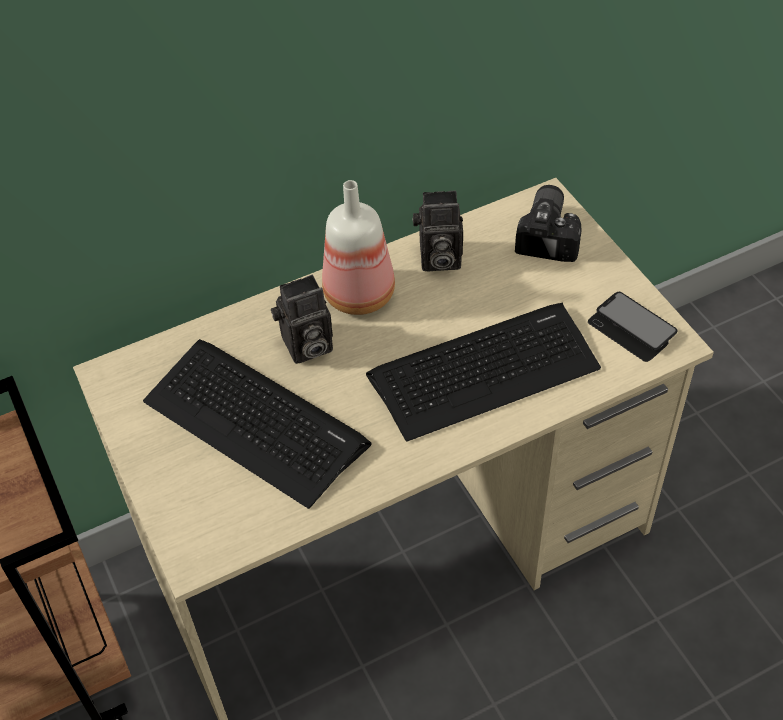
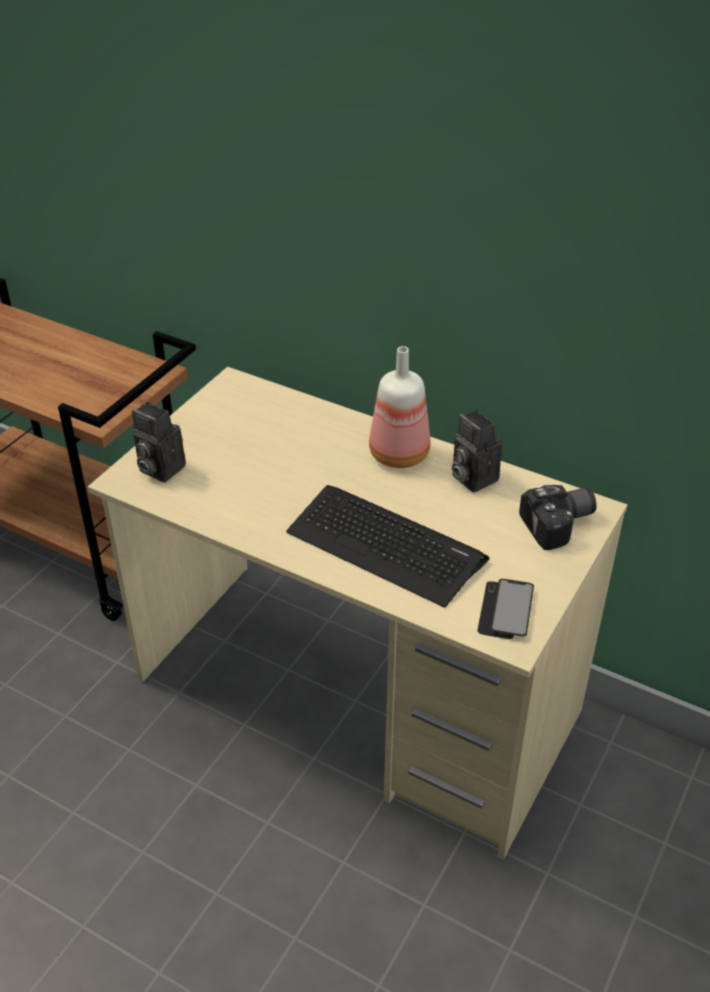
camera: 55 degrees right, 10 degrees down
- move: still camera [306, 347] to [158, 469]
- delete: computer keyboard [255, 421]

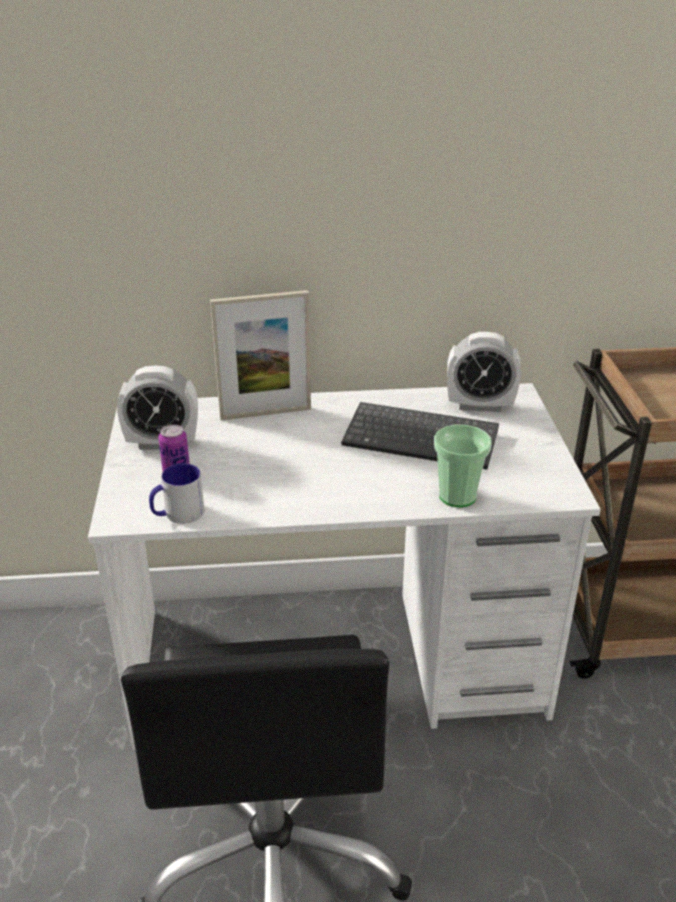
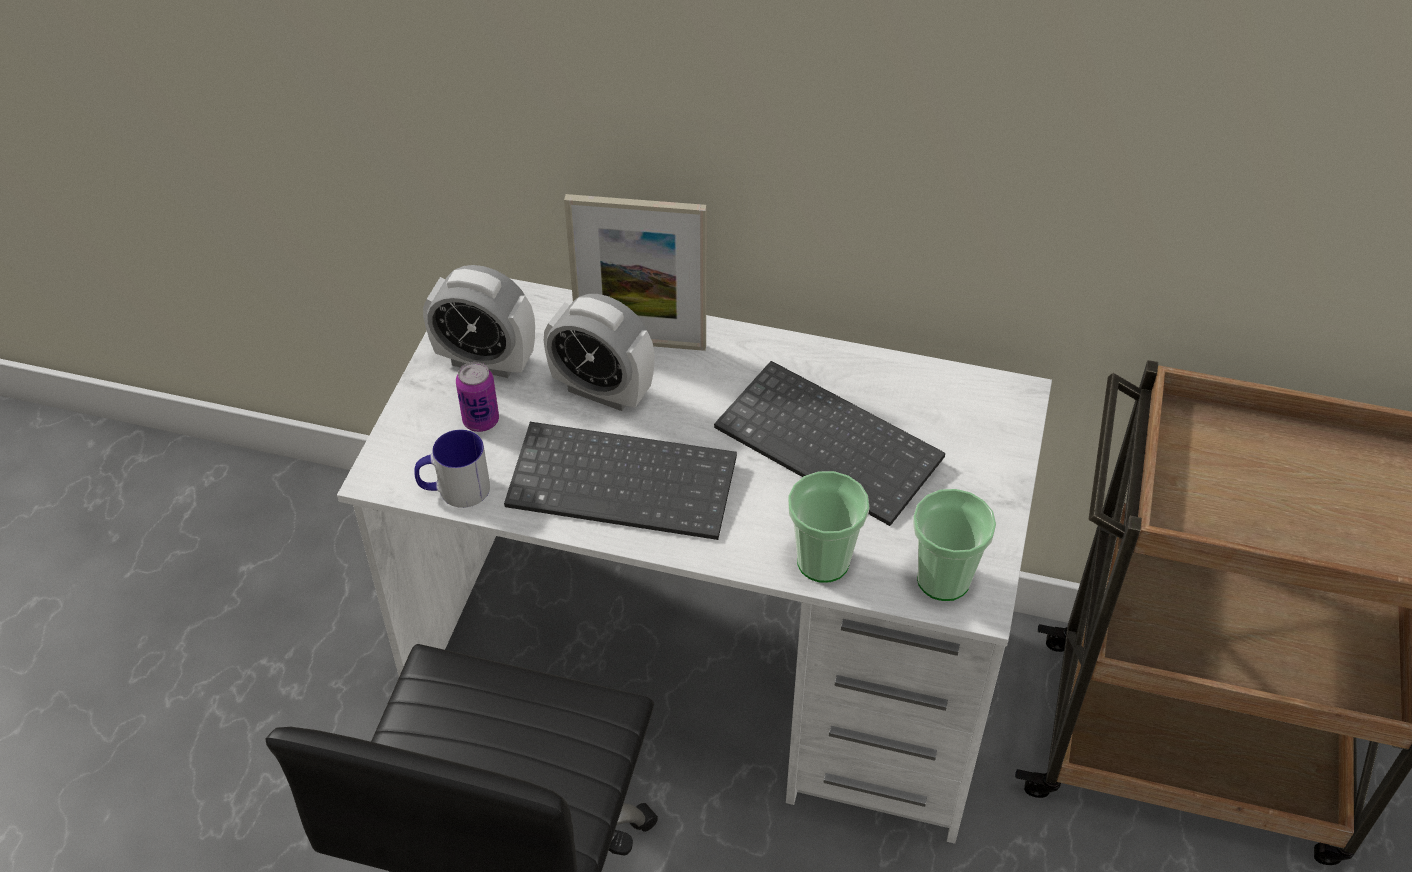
camera: 20 degrees right, 15 degrees up
- insert: computer keyboard [626, 481]
- move: bedside clock [480, 405] to [602, 391]
- insert: drinking cup [943, 579]

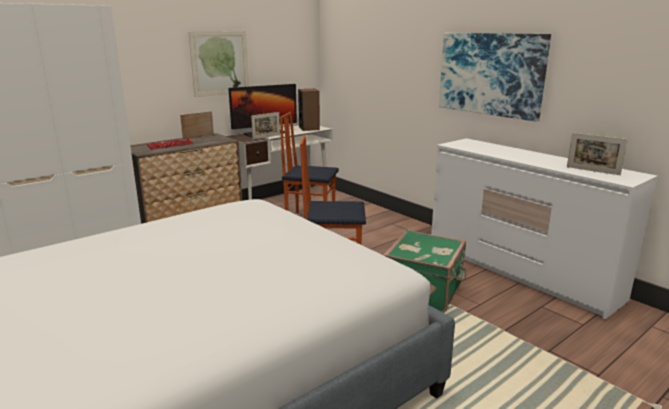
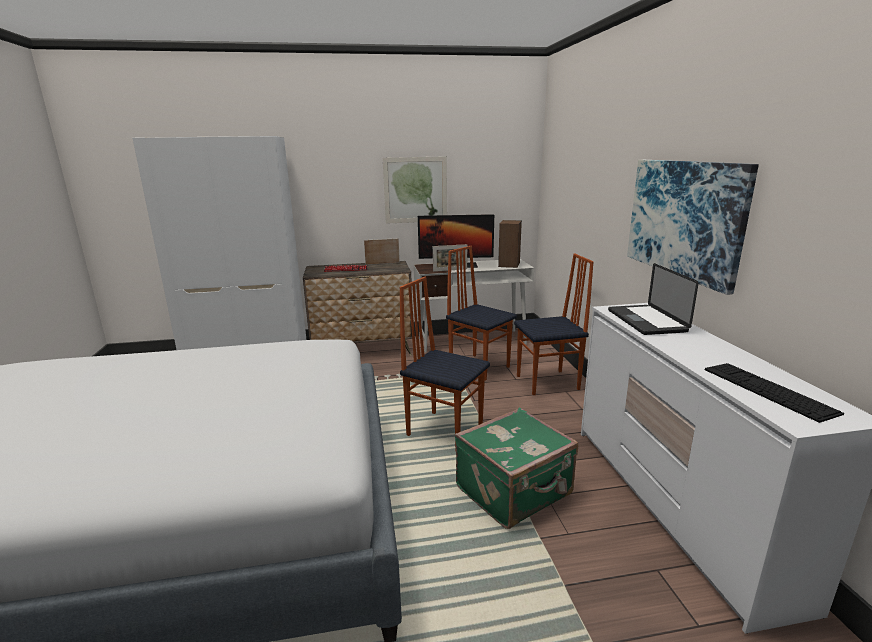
camera: 30 degrees right, 0 degrees up
- insert: upright chair [548, 383]
- insert: portable computer [646, 321]
- replace: picture frame [592, 171] to computer keyboard [767, 390]

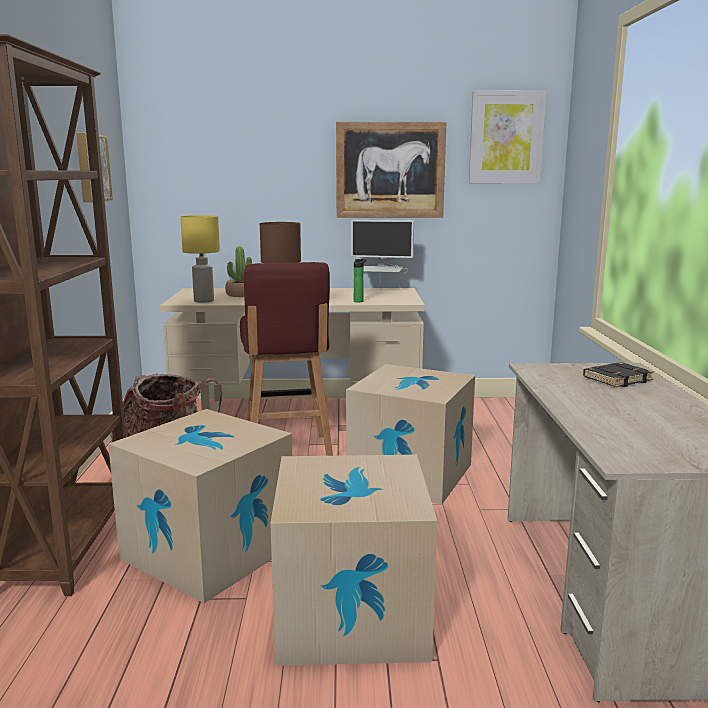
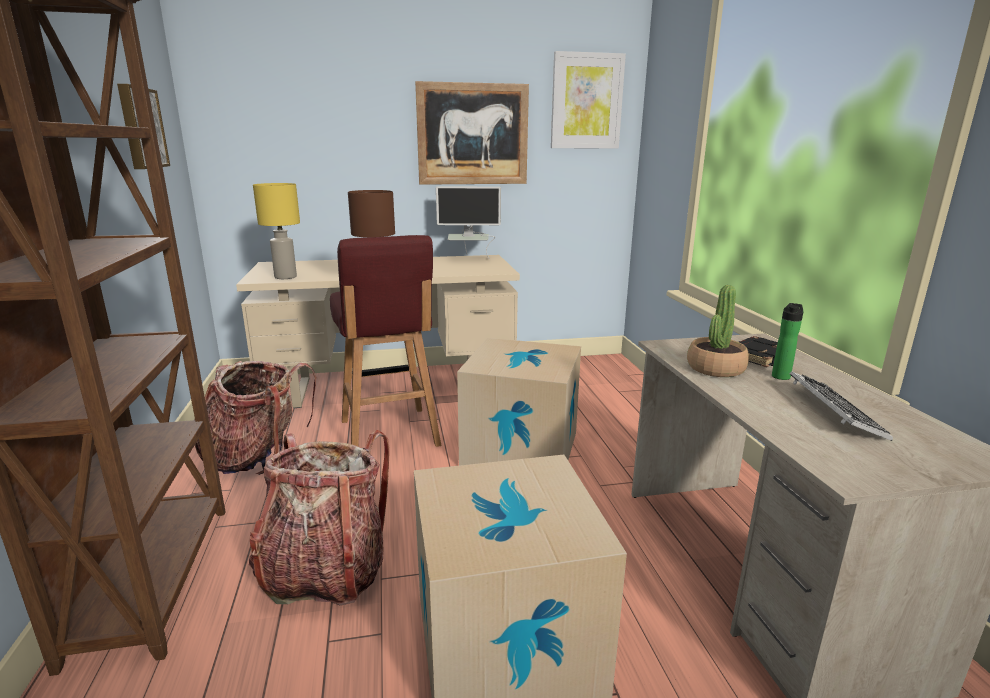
camera: 10 degrees left, 5 degrees up
- replace: packing box [208, 551] to rucksack [326, 571]
- move: potted plant [241, 295] to [715, 368]
- move: bottle [359, 301] to [781, 376]
- insert: computer keyboard [833, 411]

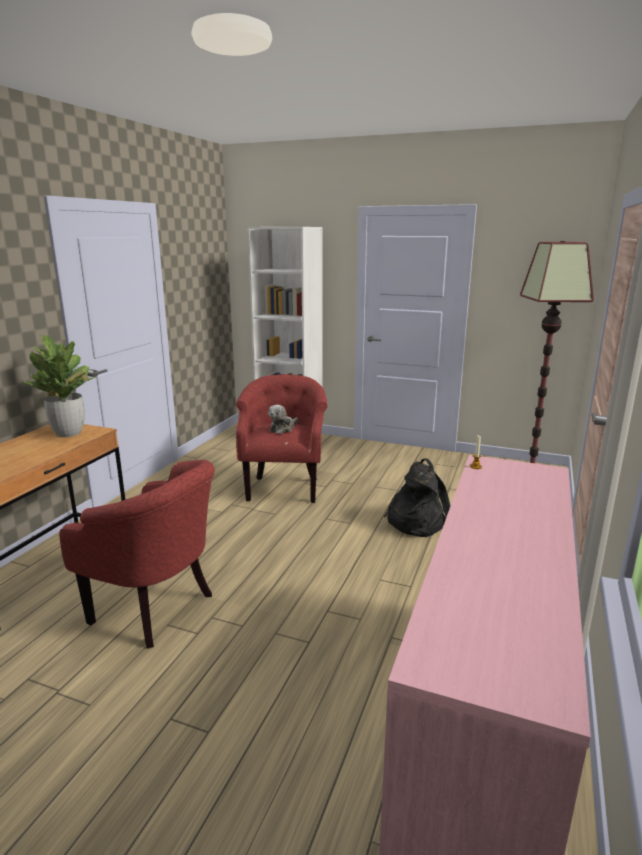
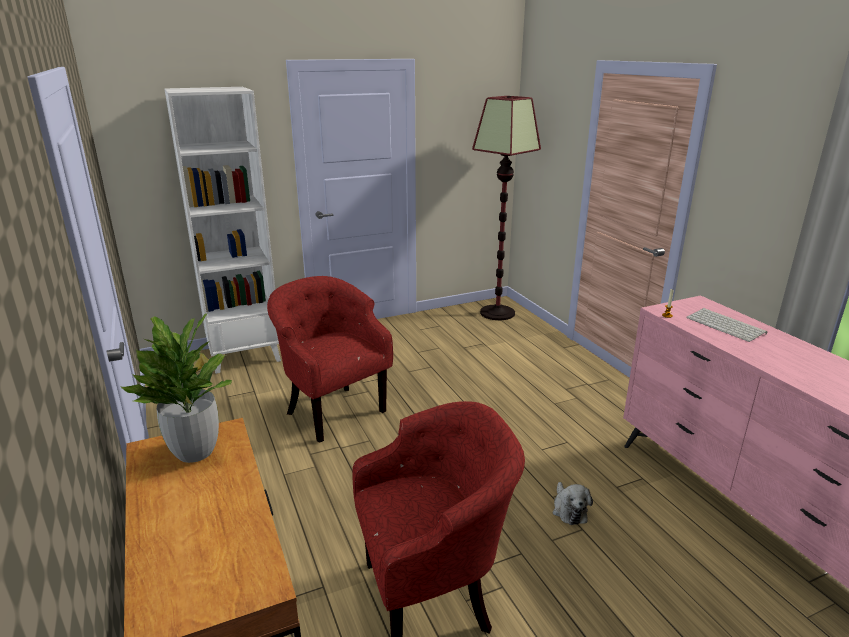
camera: 45 degrees left, 5 degrees up
- move: plush toy [283, 428] to [569, 510]
- insert: computer keyboard [726, 325]
- delete: blackish rucksack [417, 521]

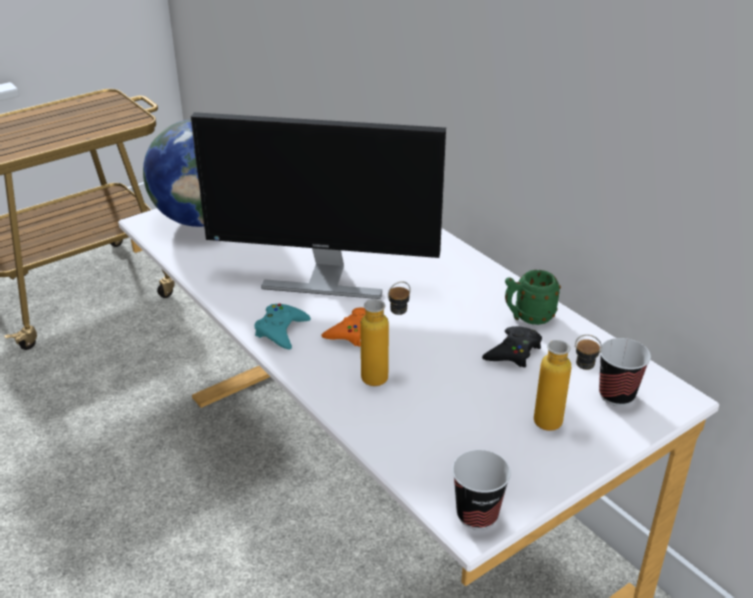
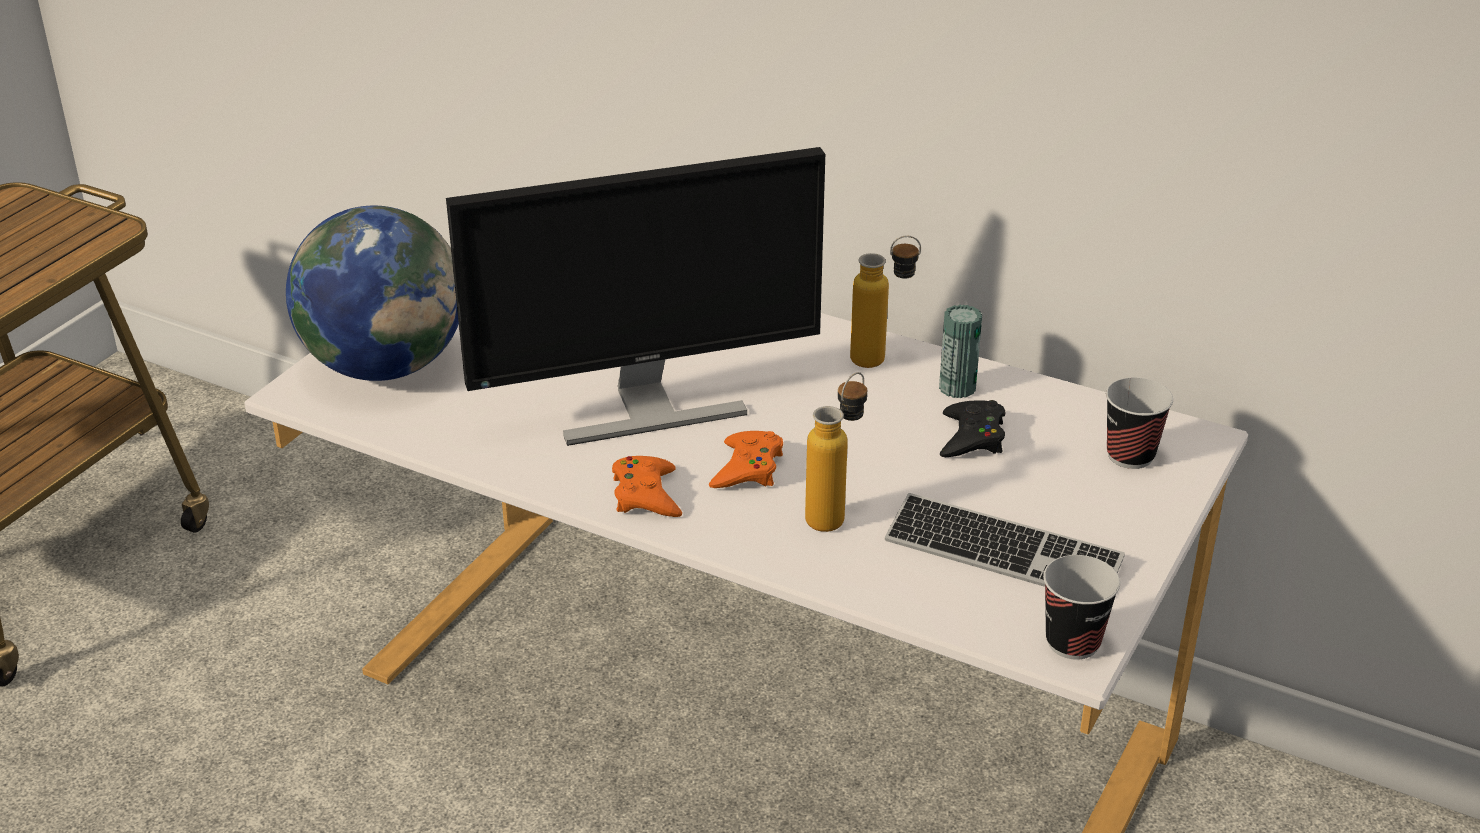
camera: 25 degrees left, 0 degrees up
- recolor: turquoise joypad [281, 330] to orangey joypad [646, 495]
- move: bottle [560, 425] to [882, 359]
- insert: computer keyboard [1002, 553]
- replace: green coffee mug [528, 317] to can [957, 388]

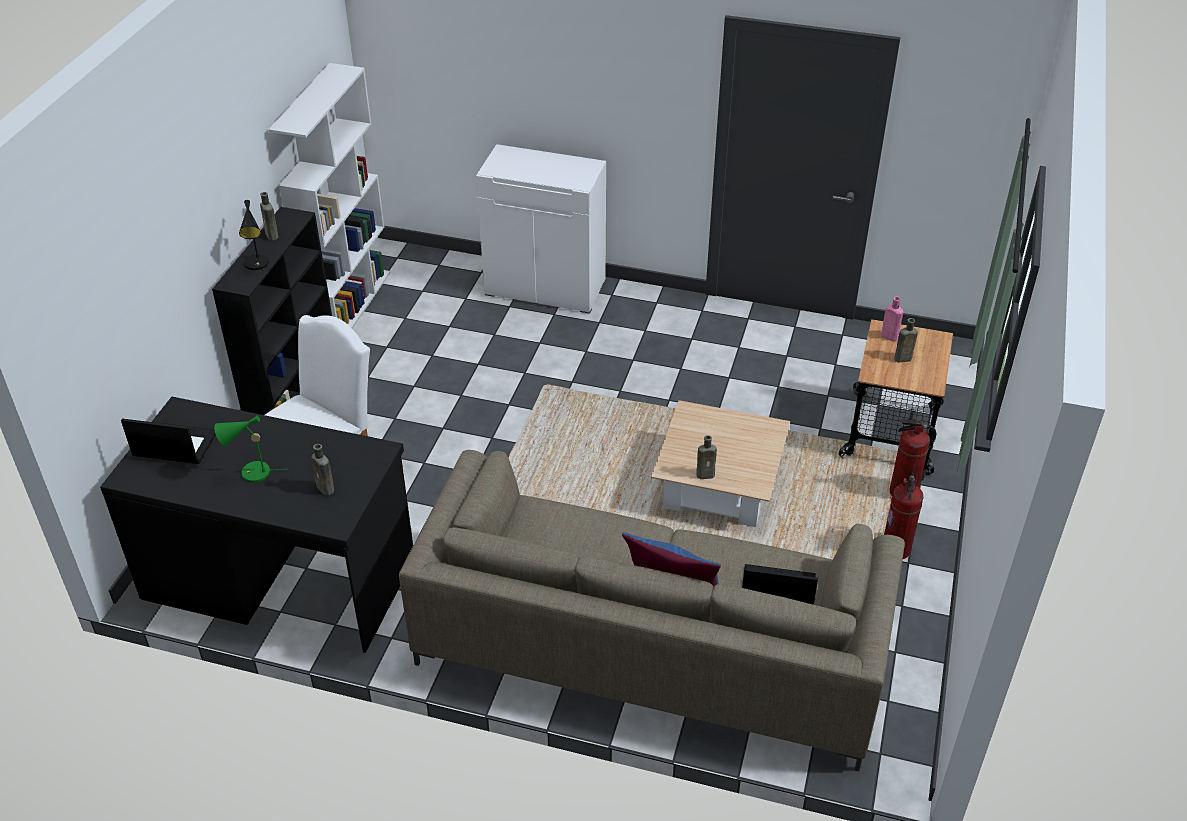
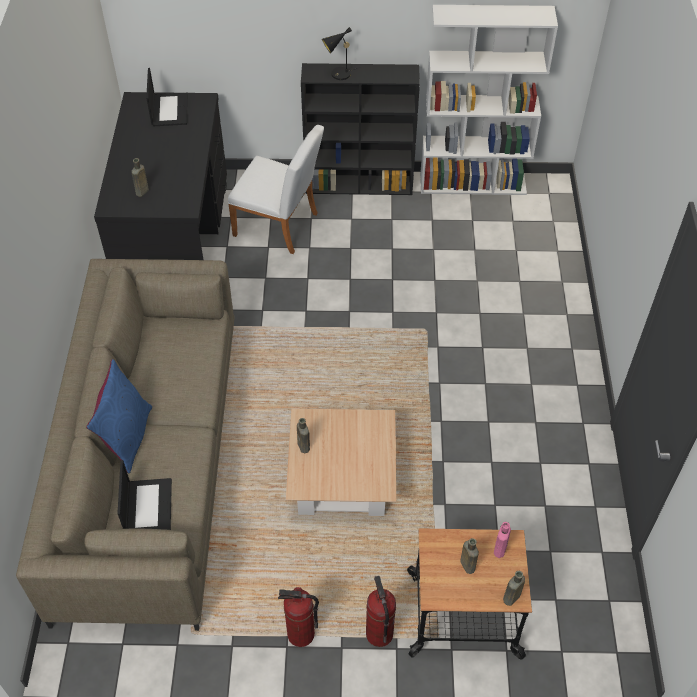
camera: 75 degrees right, 10 degrees up
- move: brown bottle [272, 236] to [510, 599]
- delete: green lamp for a table [251, 473]
- delete: white cupboard [546, 287]

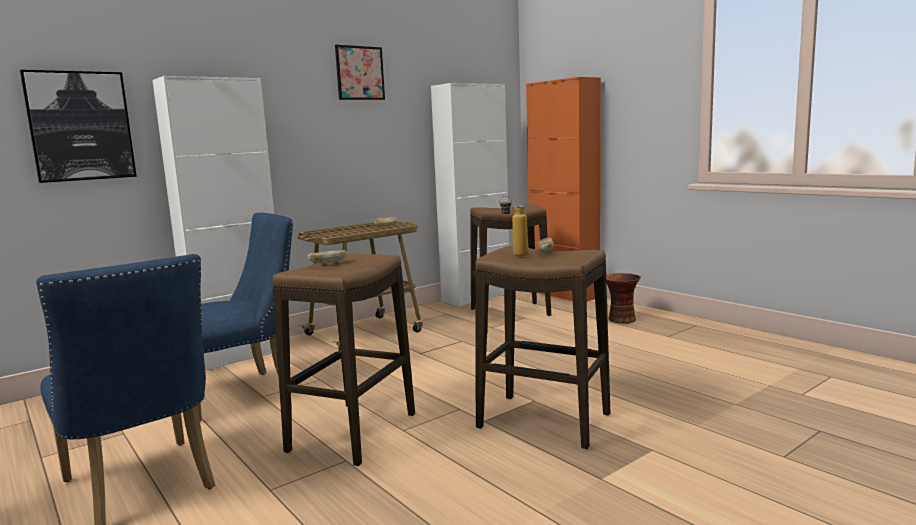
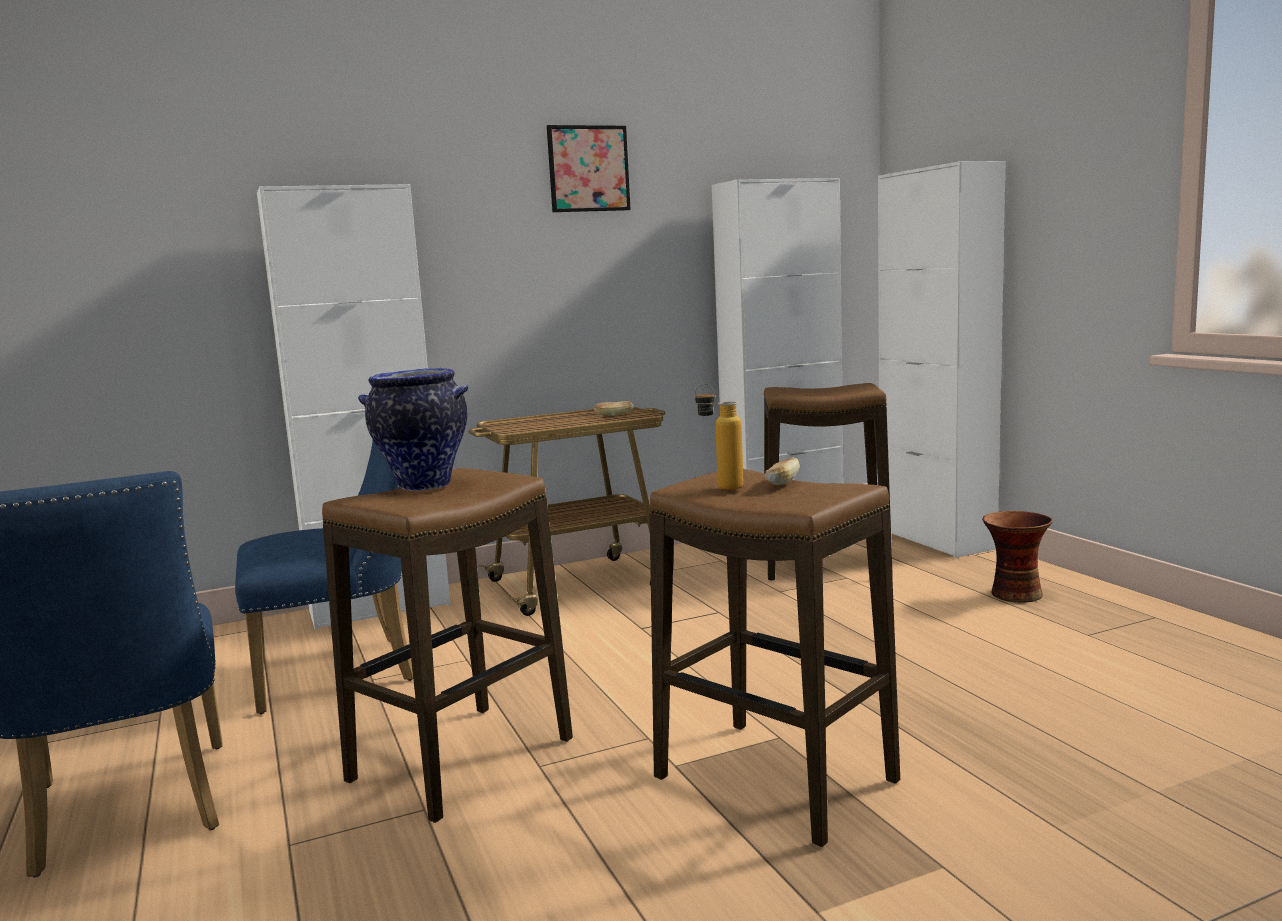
camera: 15 degrees right, 0 degrees up
- replace: bakery bread [328, 263] to decorative vase [423, 486]
- recolor: orangey cupboard [564, 294] to white cupboard [935, 539]
- delete: picture [80, 126]

